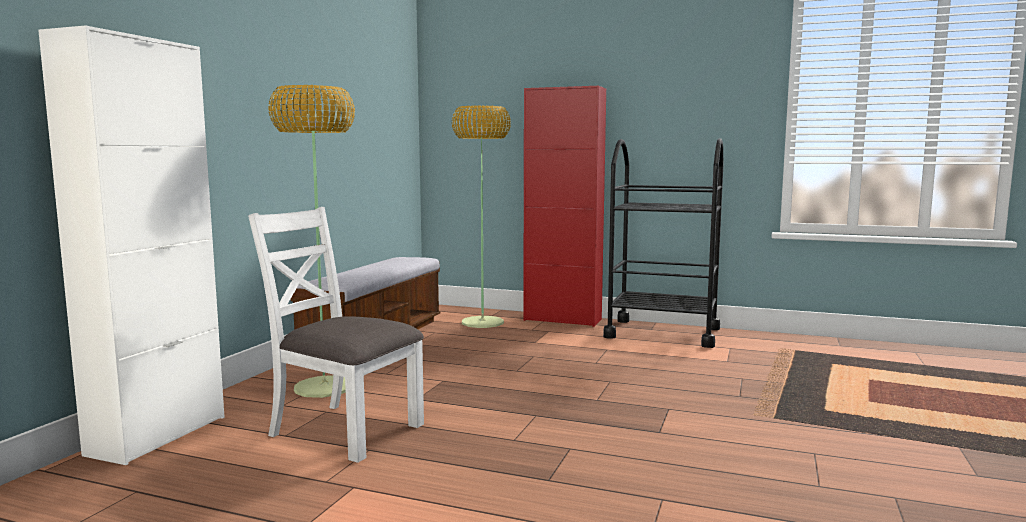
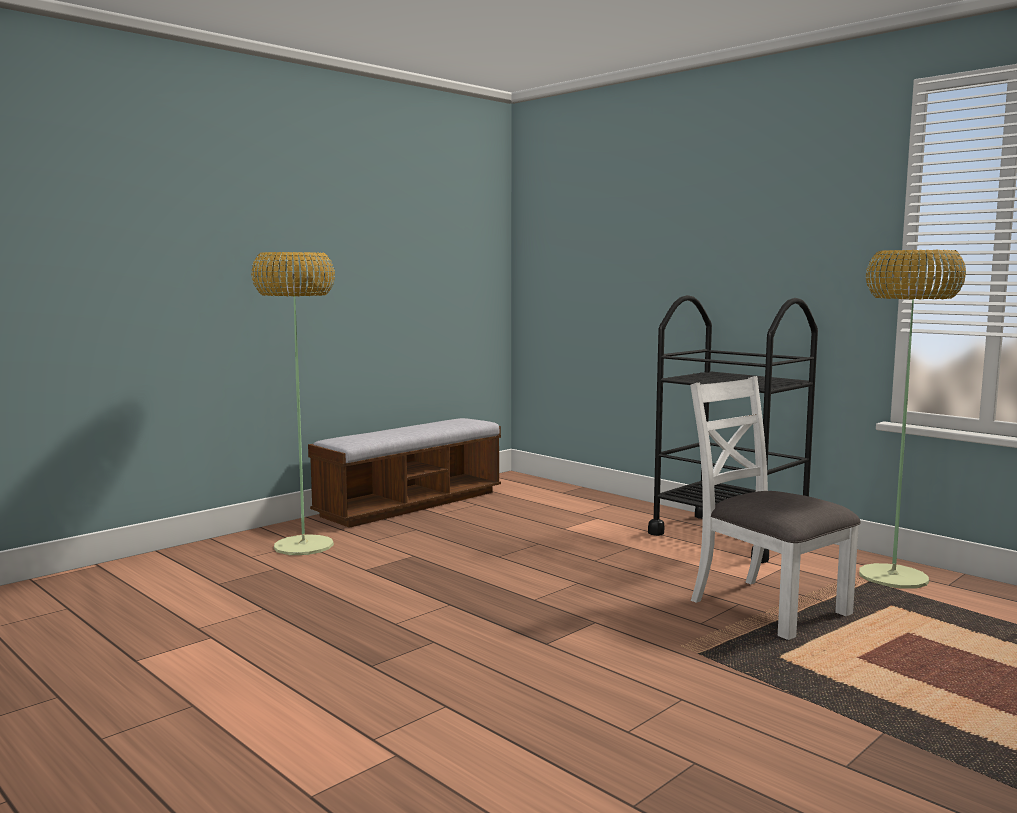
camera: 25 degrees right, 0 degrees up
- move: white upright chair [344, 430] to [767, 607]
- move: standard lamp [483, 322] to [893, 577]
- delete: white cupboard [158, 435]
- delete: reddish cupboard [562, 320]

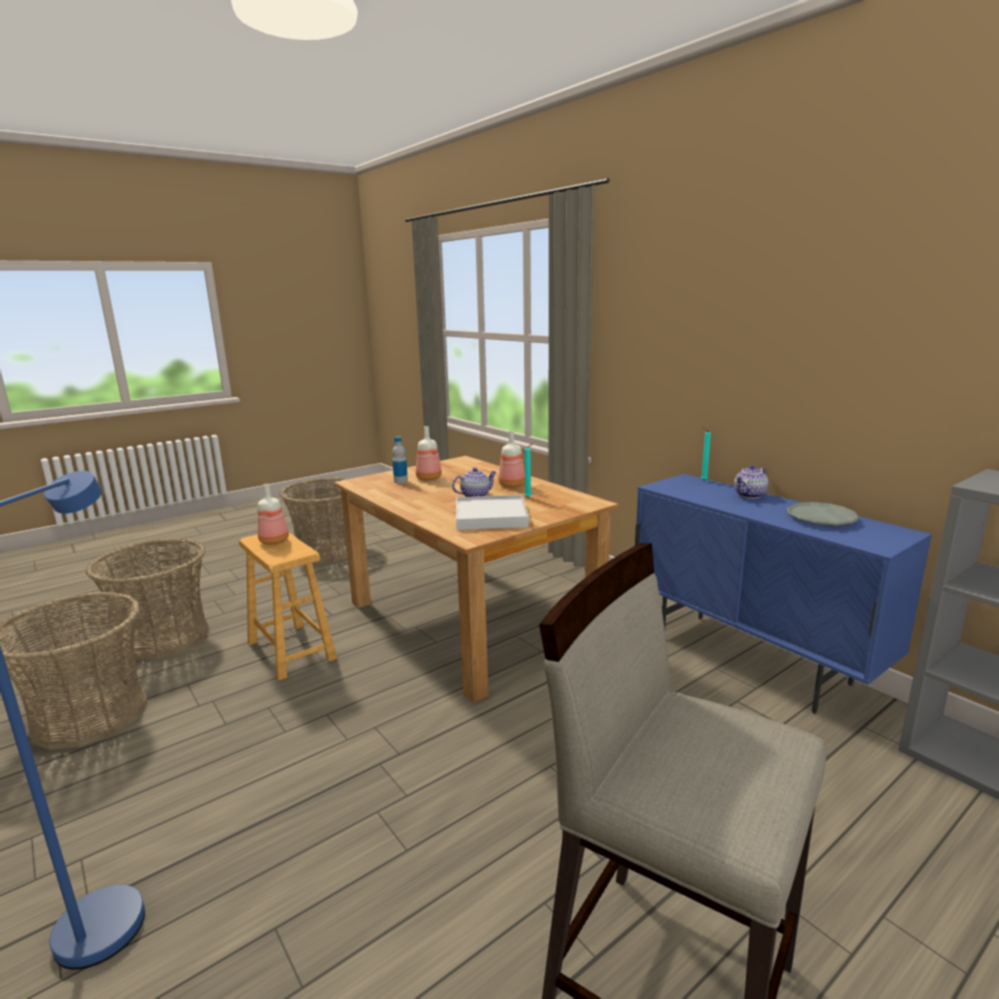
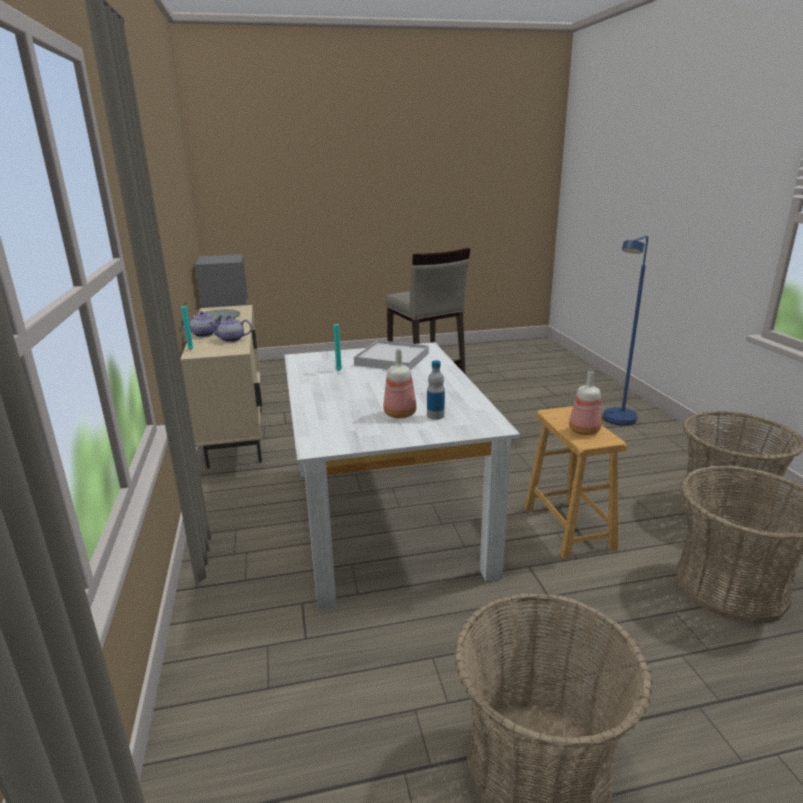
camera: 155 degrees left, 5 degrees up
- recolor: bluish cupboard [750, 660] to sand-coloured cupboard [236, 437]
- move: tea pot [475, 495] to [231, 340]
- recolor: brown dining table [469, 620] to white dining table [387, 517]
- delete: bottle [511, 485]

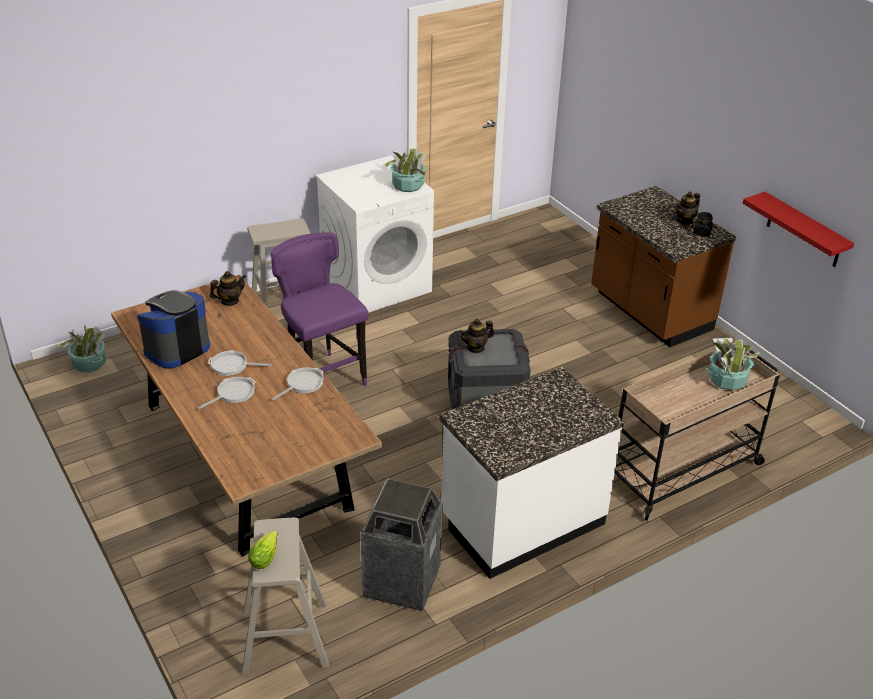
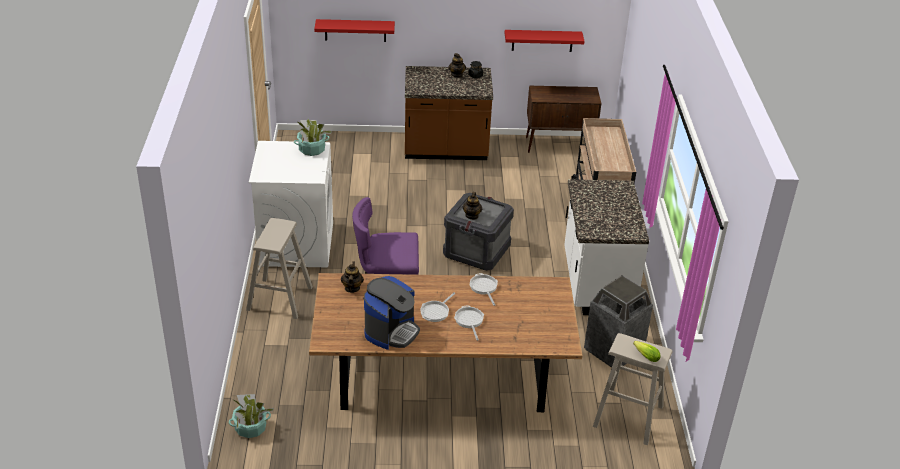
camera: 60 degrees left, 0 degrees up
- insert: reddish bracket shelf [355, 30]
- rotate: coffee maker [176, 349] = [391, 331] 135 degrees counterclockwise
- insert: brown cupboard [559, 145]
- delete: potted plant [727, 380]

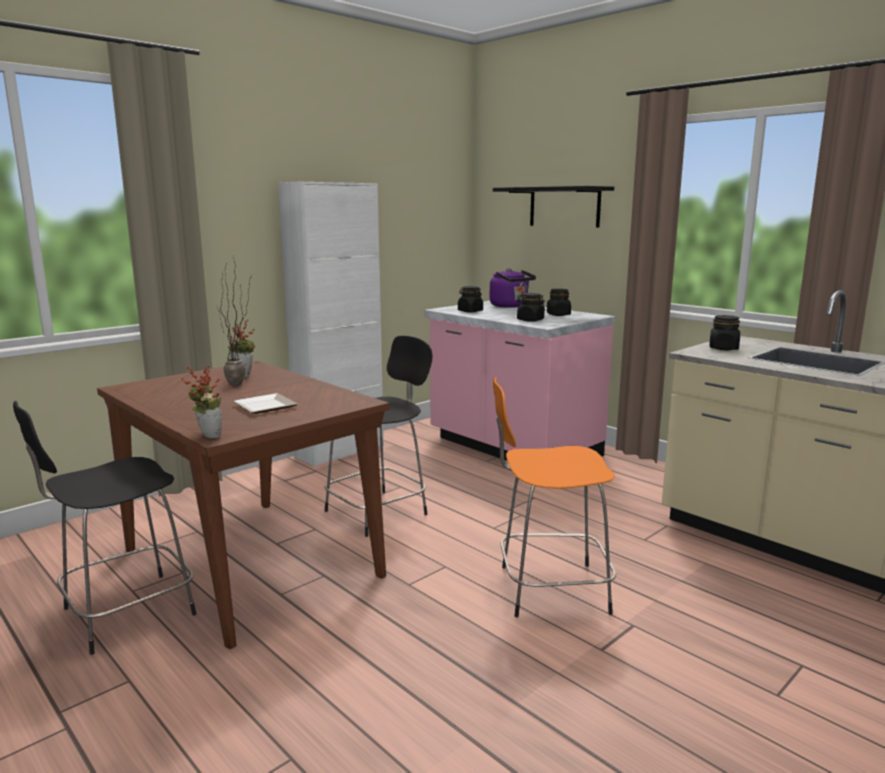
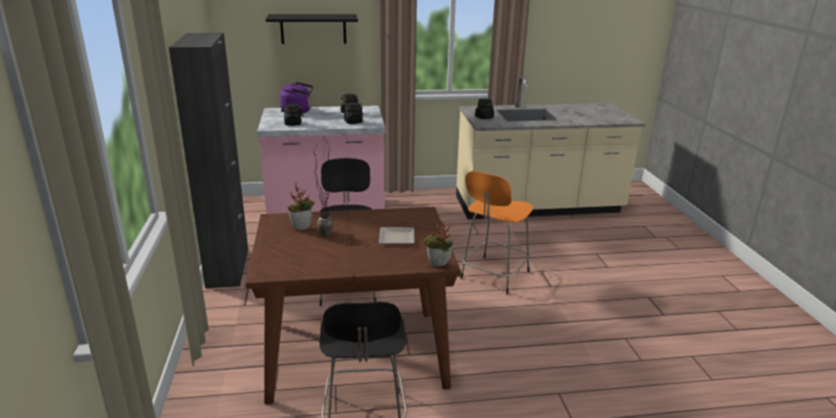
camera: 55 degrees left, 10 degrees up
- recolor: white cupboard [340, 451] to blackish cupboard [228, 268]

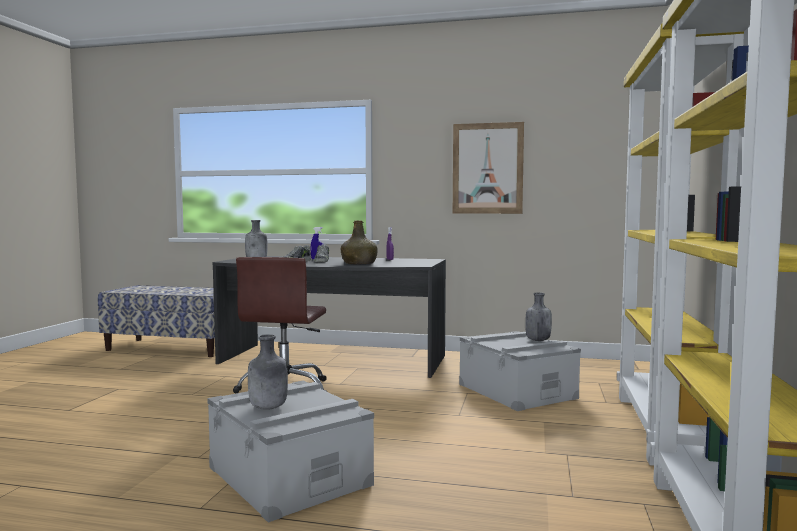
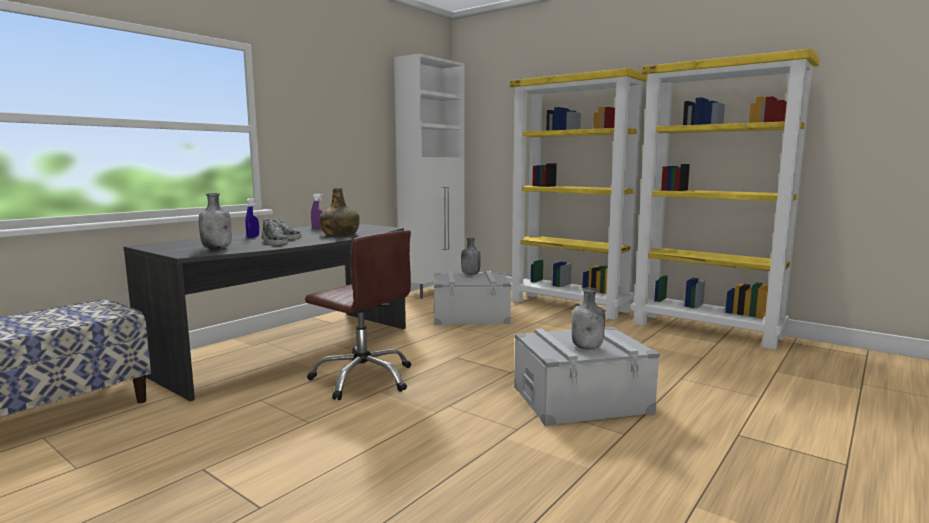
camera: 65 degrees left, 5 degrees up
- insert: white cupboard [433, 291]
- delete: picture [487, 168]

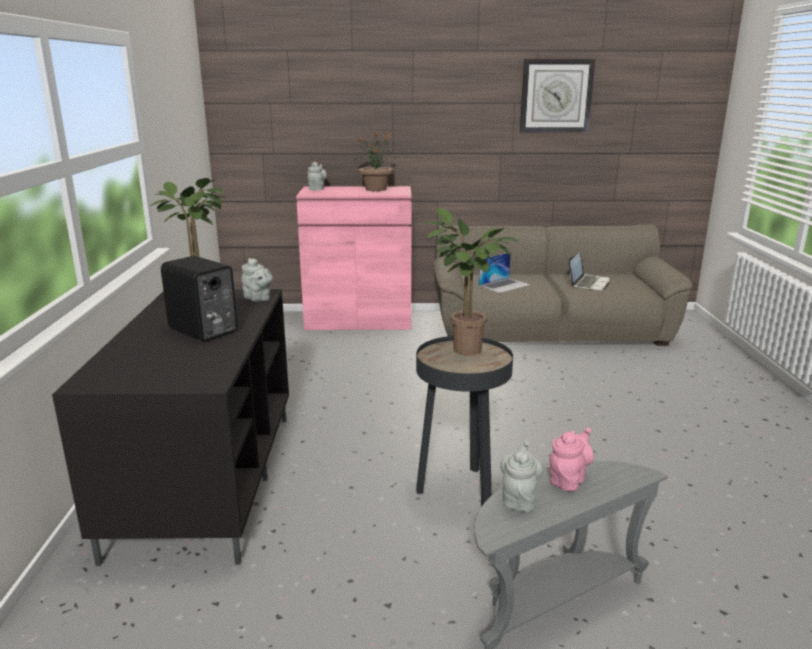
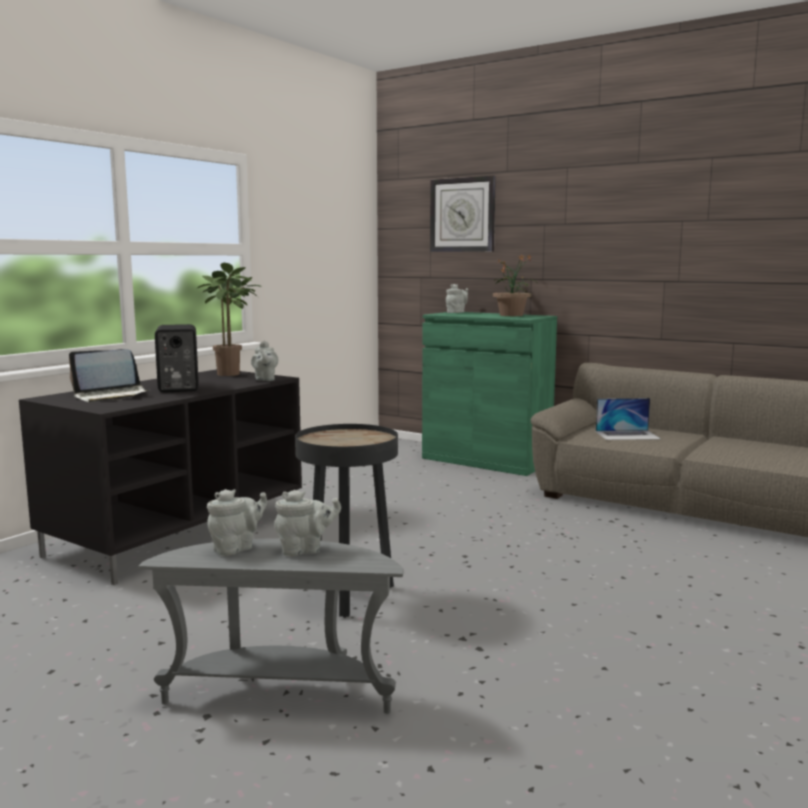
camera: 35 degrees right, 10 degrees down
- move: portable computer [588, 283] to [111, 396]
- recolor: pinkish tea pot [568, 479] to gray tea pot [305, 550]
- recolor: pinkish cupboard [359, 320] to green cupboard [486, 460]
- move: clock on the wall [556, 96] to [462, 215]
- delete: potted plant [462, 351]

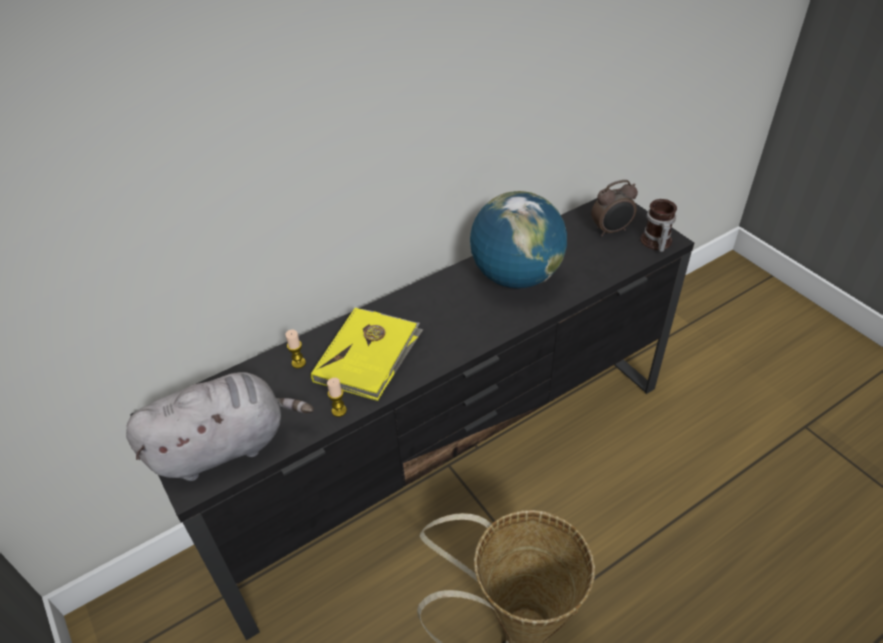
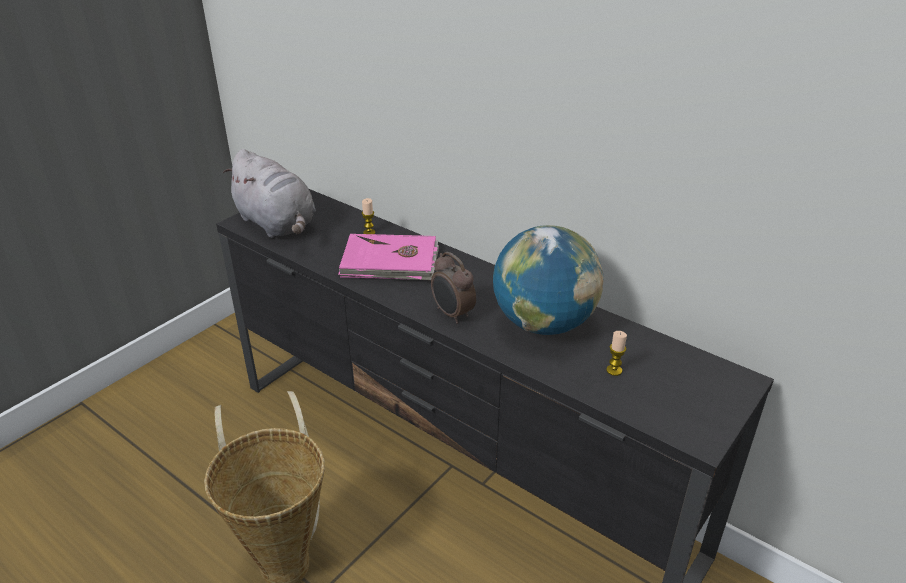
camera: 70 degrees right, 10 degrees down
- recolor: yellow-coloured volume [369, 356] to pinkish volume [390, 262]
- move: bedside clock [611, 230] to [452, 314]
- move: wax light [339, 410] to [614, 370]
- delete: coffee mug [655, 242]

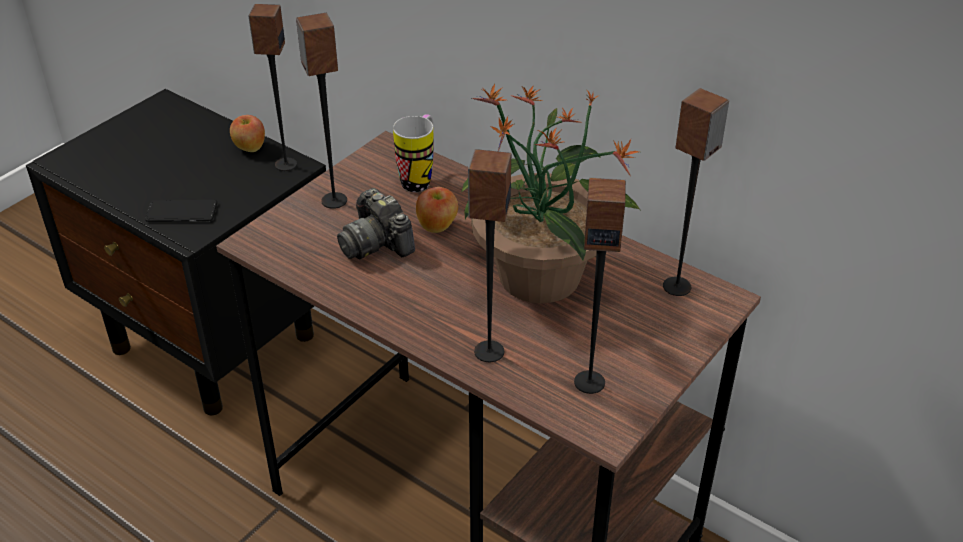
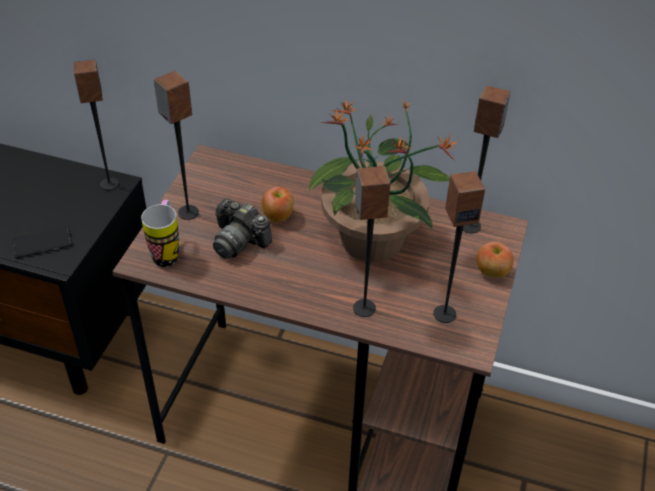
camera: 20 degrees left, 5 degrees up
- move: coffee mug [420, 178] to [167, 252]
- move: whole apple [249, 148] to [492, 272]

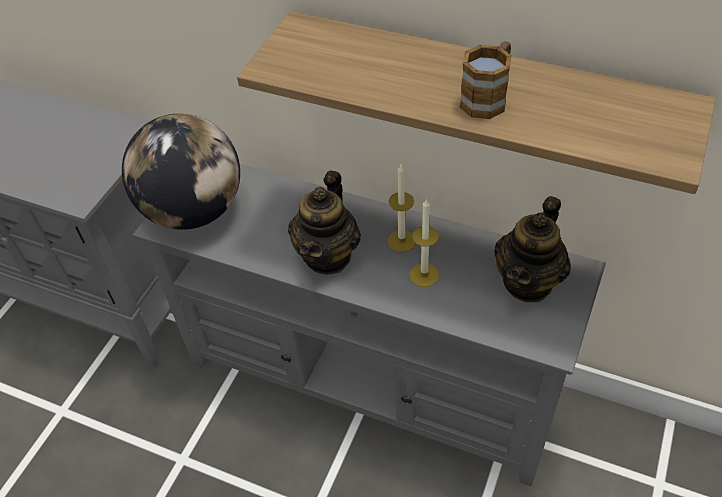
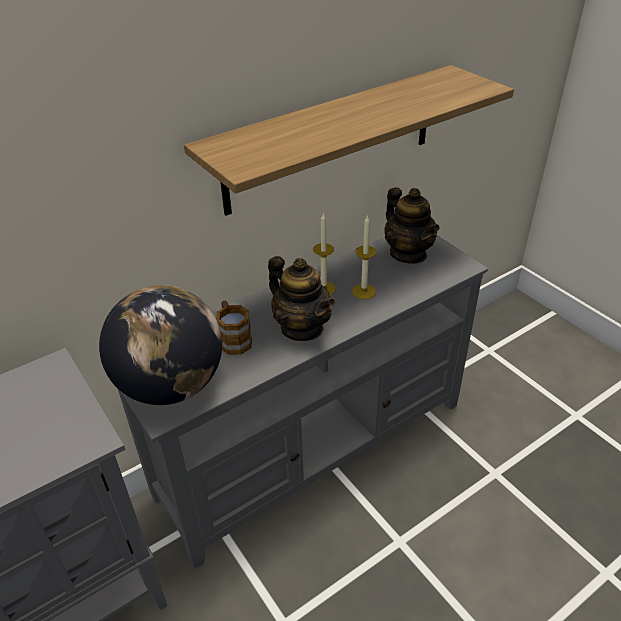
camera: 60 degrees left, 10 degrees down
- move: coffee mug [488, 97] to [233, 339]

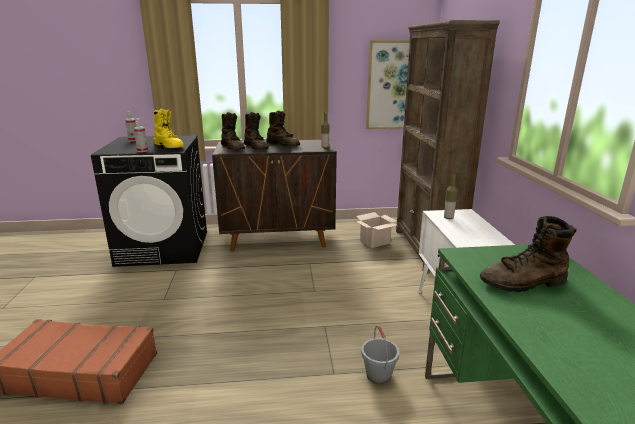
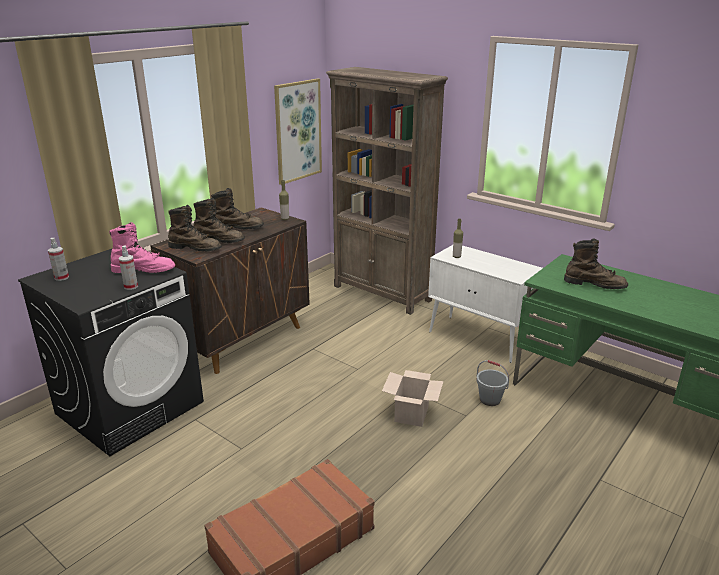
camera: 45 degrees left, 5 degrees up
- recolor: yellow-coloured high-top boot [169, 146] to pinkish high-top boot [144, 270]
- move: packing box [374, 242] to [412, 414]
- rotate: brown high-top boot [523, 283] = [594, 284] 105 degrees counterclockwise

